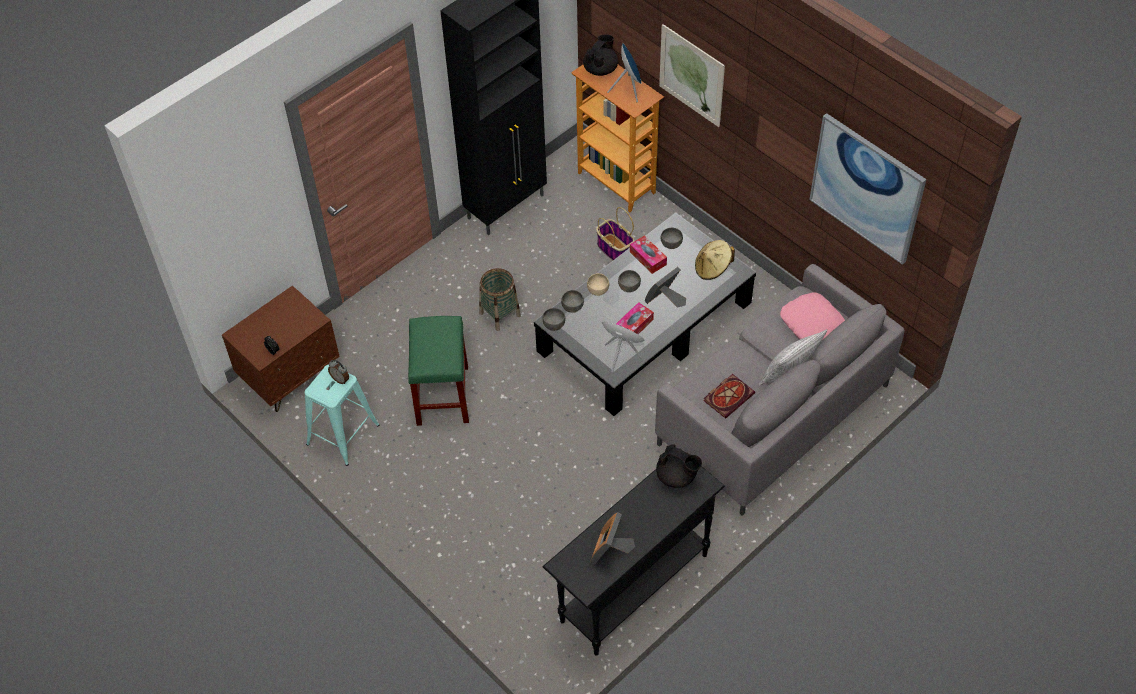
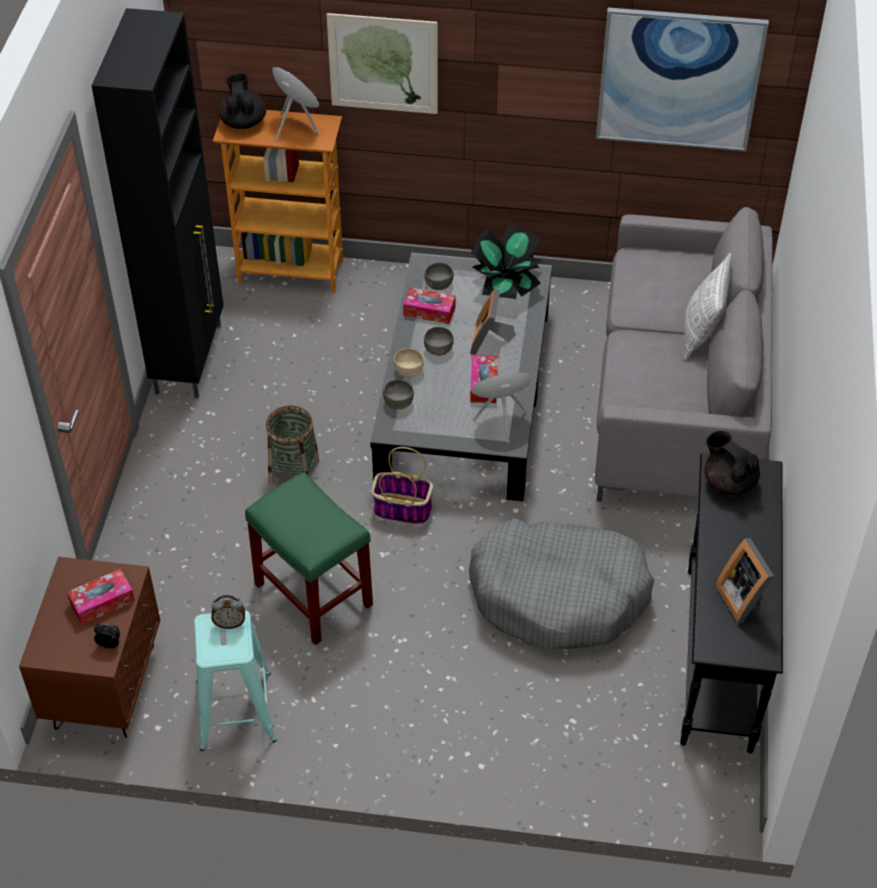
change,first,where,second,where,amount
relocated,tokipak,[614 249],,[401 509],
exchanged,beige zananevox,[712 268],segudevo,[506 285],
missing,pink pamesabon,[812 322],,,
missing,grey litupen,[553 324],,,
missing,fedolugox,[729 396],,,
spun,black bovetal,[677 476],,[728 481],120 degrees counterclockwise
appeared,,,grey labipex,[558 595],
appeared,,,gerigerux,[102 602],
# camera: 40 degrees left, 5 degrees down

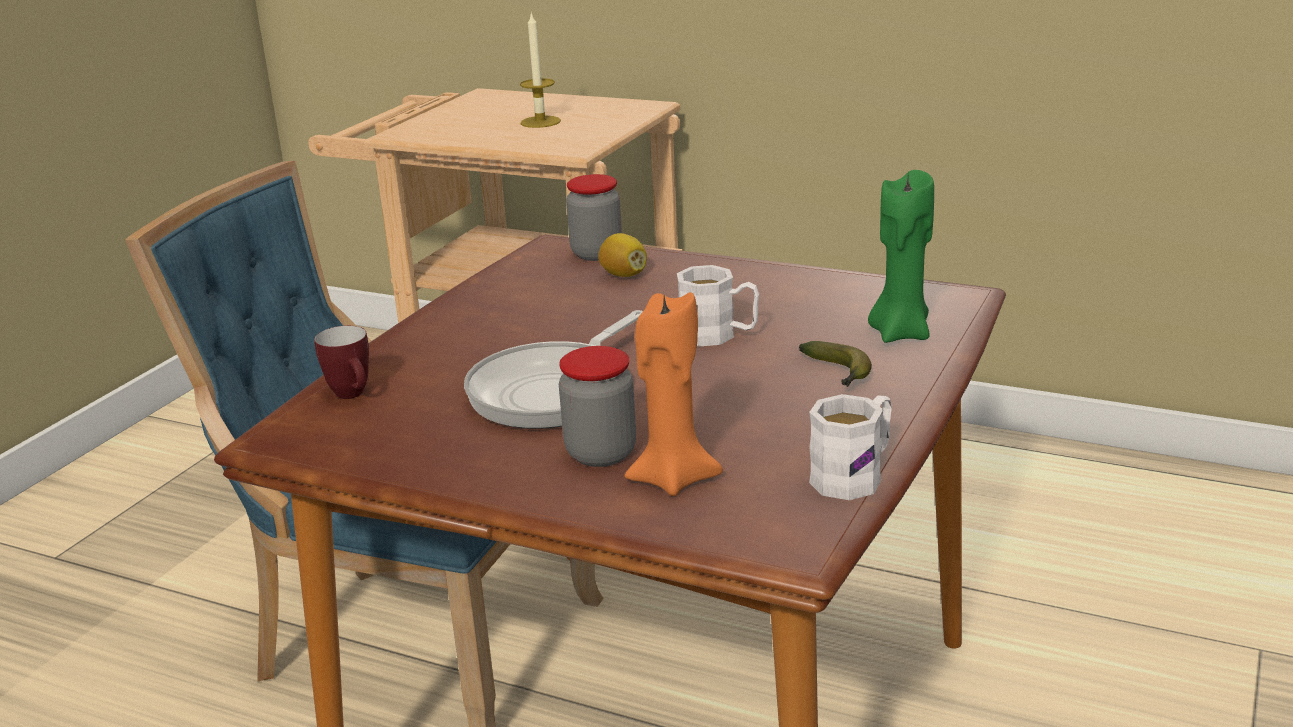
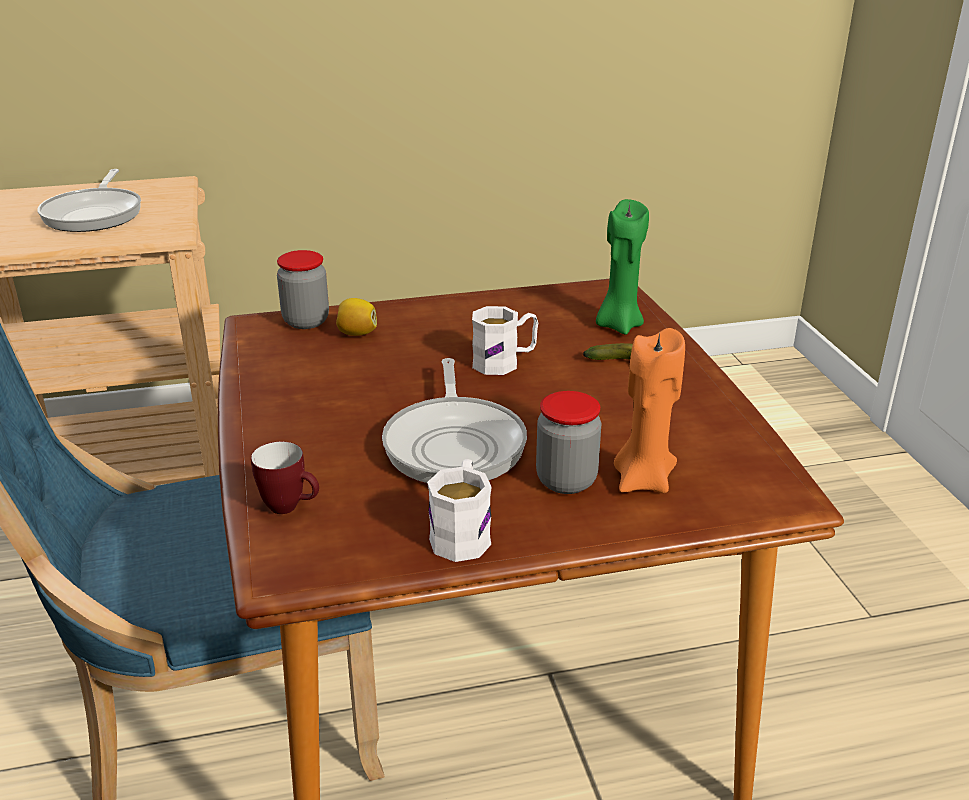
change,first,where,second,where,amount
exchanged,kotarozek,[540 122],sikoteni,[95 214],
relocated,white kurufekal,[855 475],,[462 533],
# camera: 40 degrees left, 5 degrees up

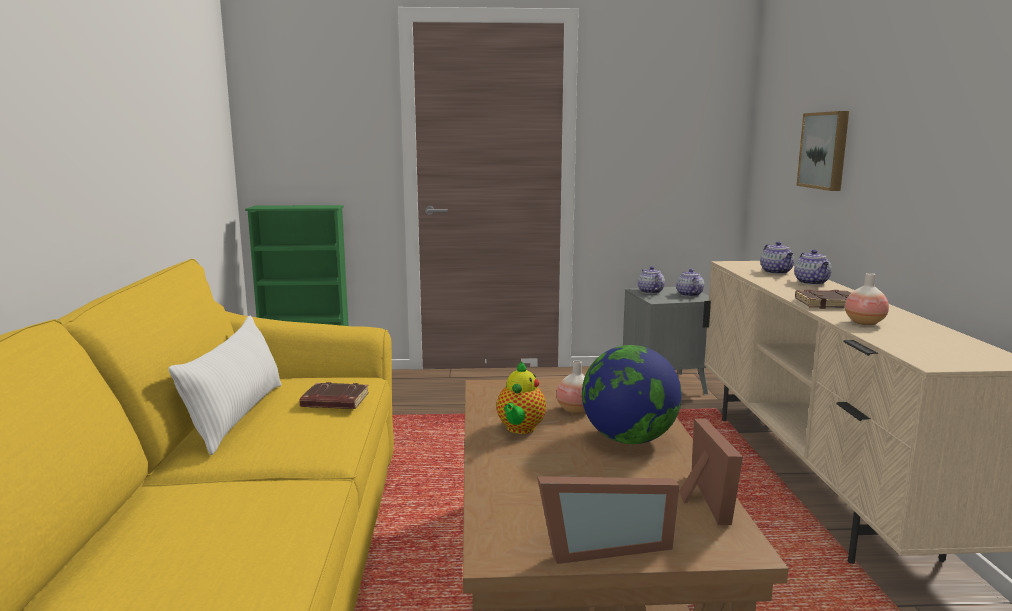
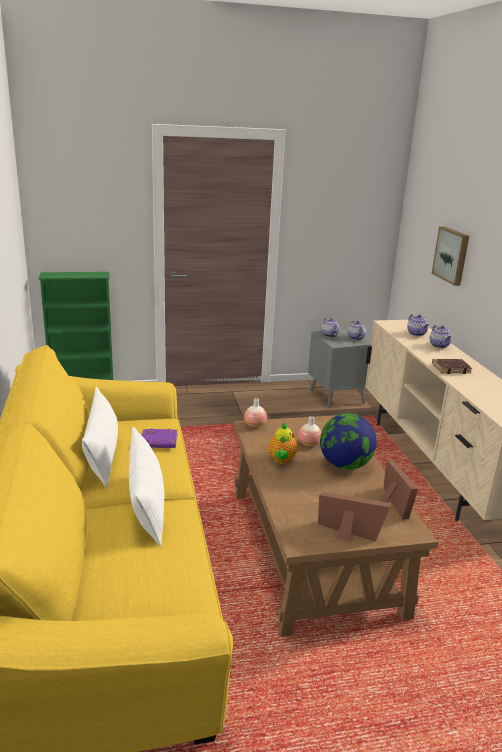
change,first,where,second,where,amount
relocated,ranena,[864 323],,[255 425],
colour,brown fedolugox,[334 402],purple fedolugox,[158 442],
spun,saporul,[602 546],,[348 535],135 degrees counterclockwise
appeared,,,white pamesabon,[147 506],
# camera: 10 degrees left, 10 degrees up

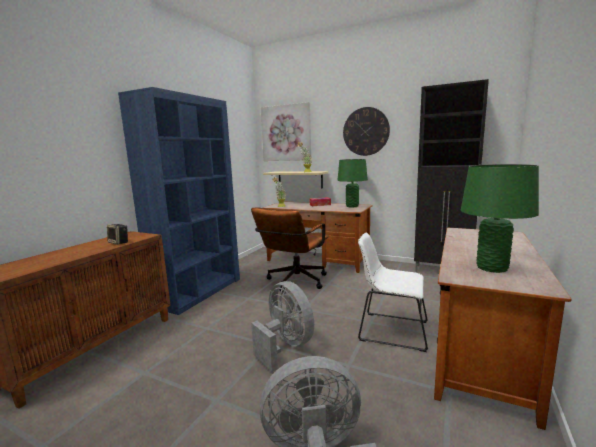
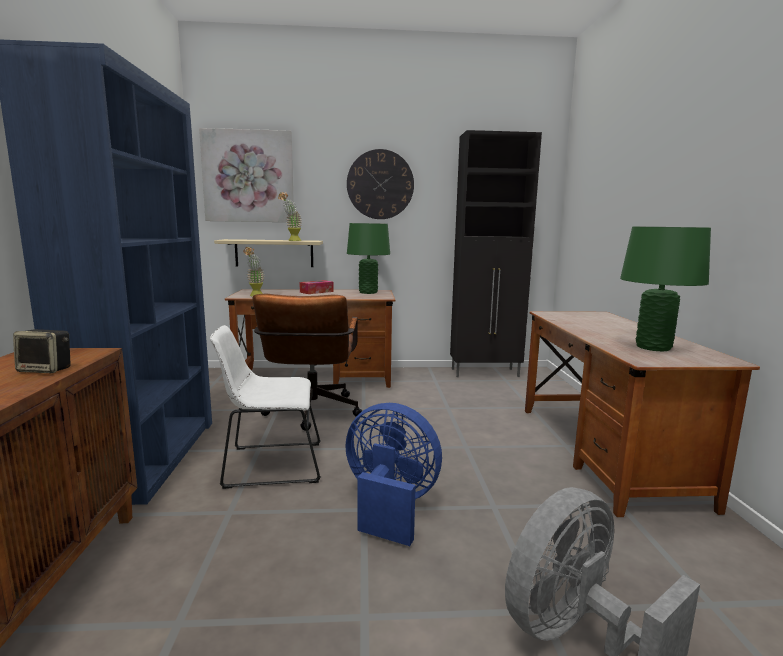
change,first,where,second,where,amount
relocated,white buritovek,[390 330],,[269 464],
colour,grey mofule,[285 346],blue mofule,[389 506],
# camera: 30 degrees left, 0 degrees up

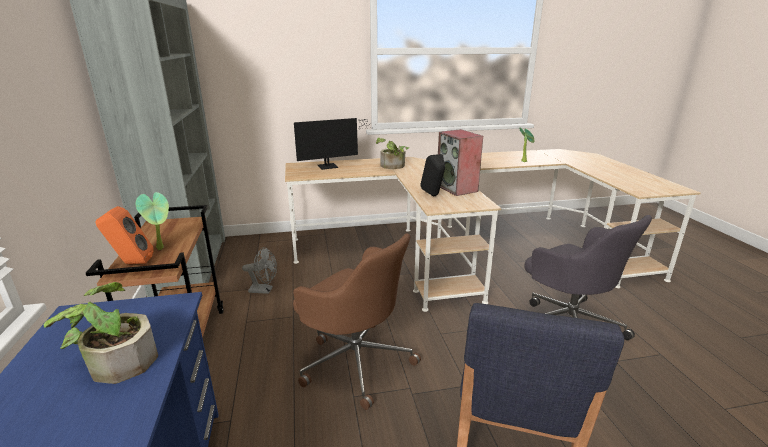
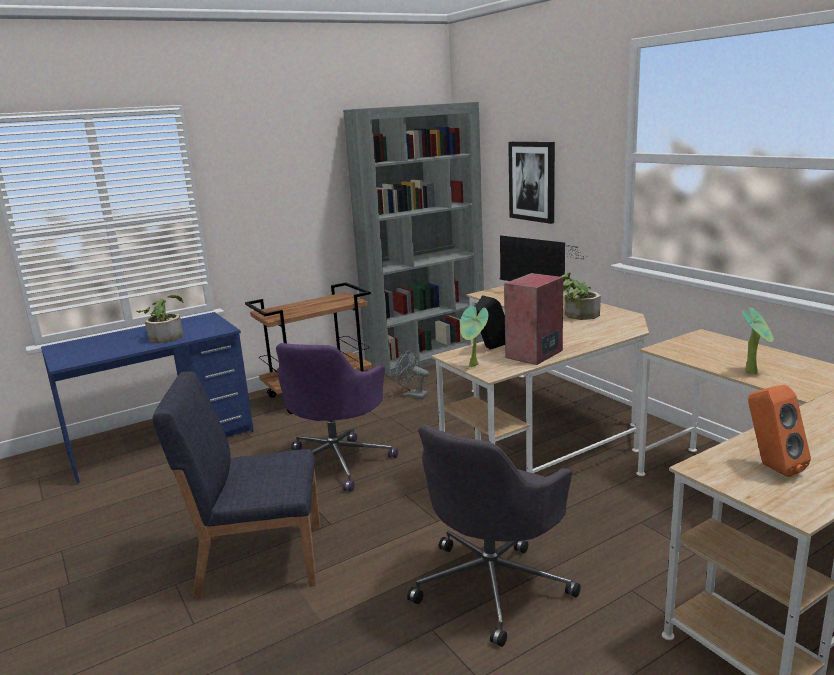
change,first,where,second,where,amount
relocated,segudevo,[162 248],,[474 366],
relocated,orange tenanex,[131 263],,[771 467],
colour,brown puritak,[356 360],purple puritak,[337 462],
spun,grey mofule,[264 290],,[412 395],135 degrees clockwise
appeared,,,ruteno,[532 181],
# camera: 70 degrees right, 5 degrees down

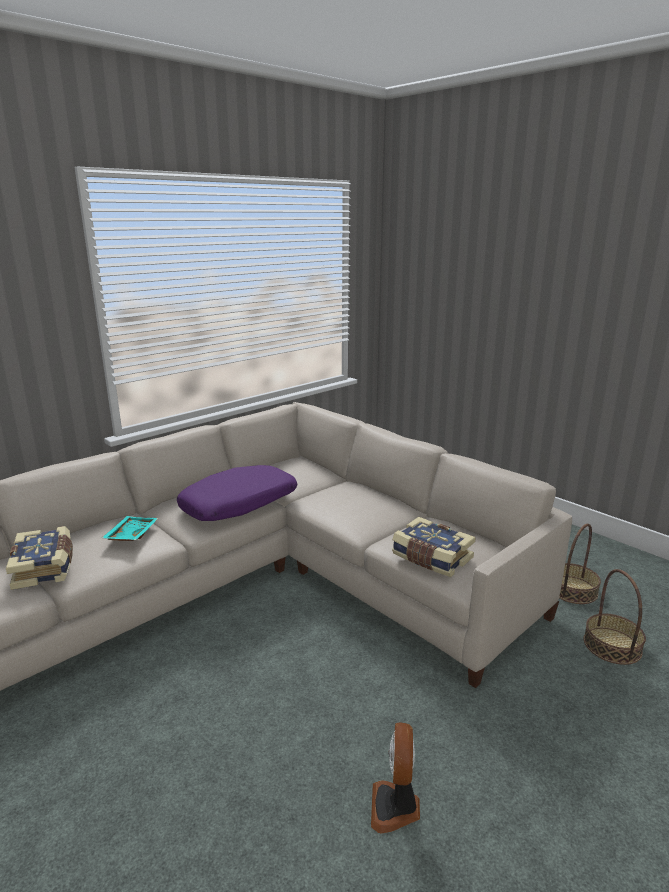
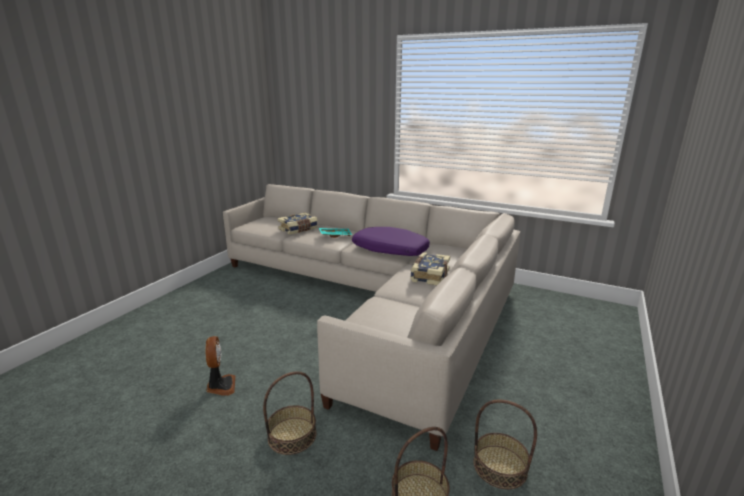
change,first,where,second,where,amount
relocated,fedolugox,[431 558],,[429 276],
spun,mofule,[395 807],,[221 386],90 degrees clockwise
appeared,,,tokipak,[292 435],
# camera: 70 degrees right, 0 degrees up

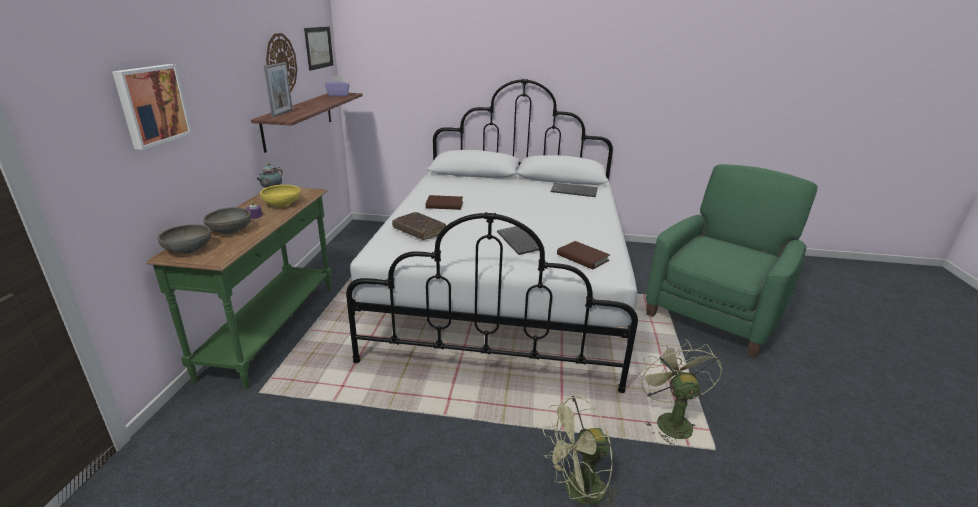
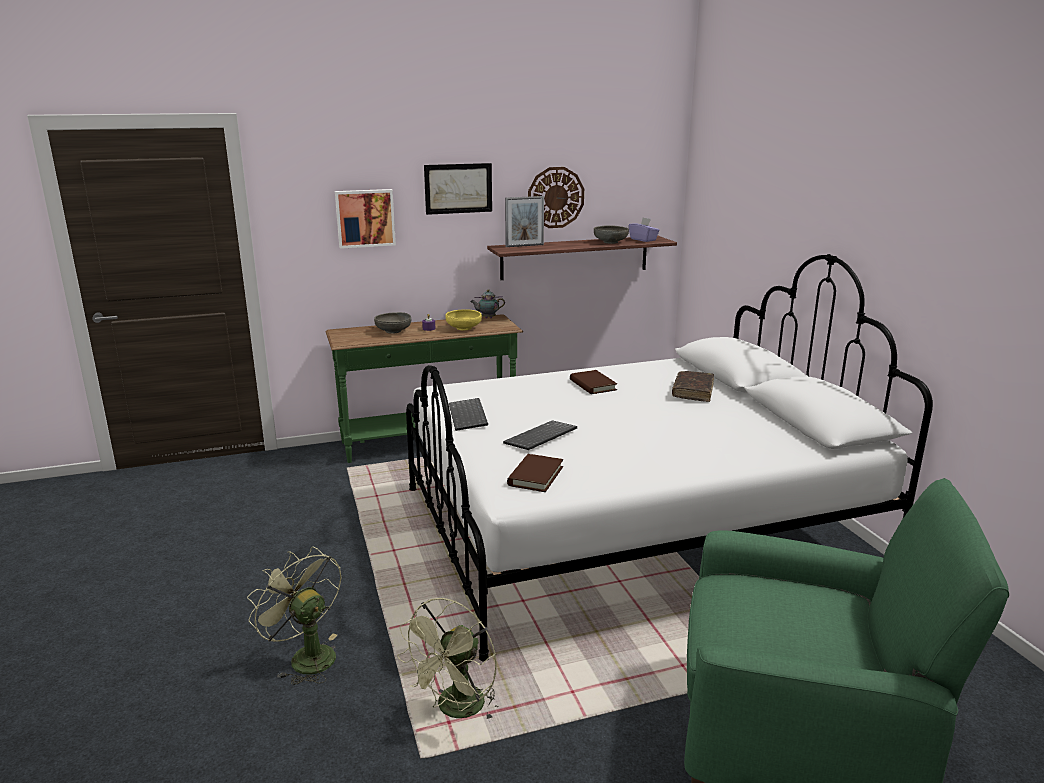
change,first,where,second,where,amount
relocated,ruteno,[318 47],,[458 188],
relocated,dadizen,[574 191],,[469 416],
relocated,brown fedolugox,[419 231],,[693 392],
relocated,grey litupen,[188 249],,[610 242],
spun,green mofule,[669 420],,[456 710],150 degrees clockwise
# camera: 65 degrees right, 5 degrees down

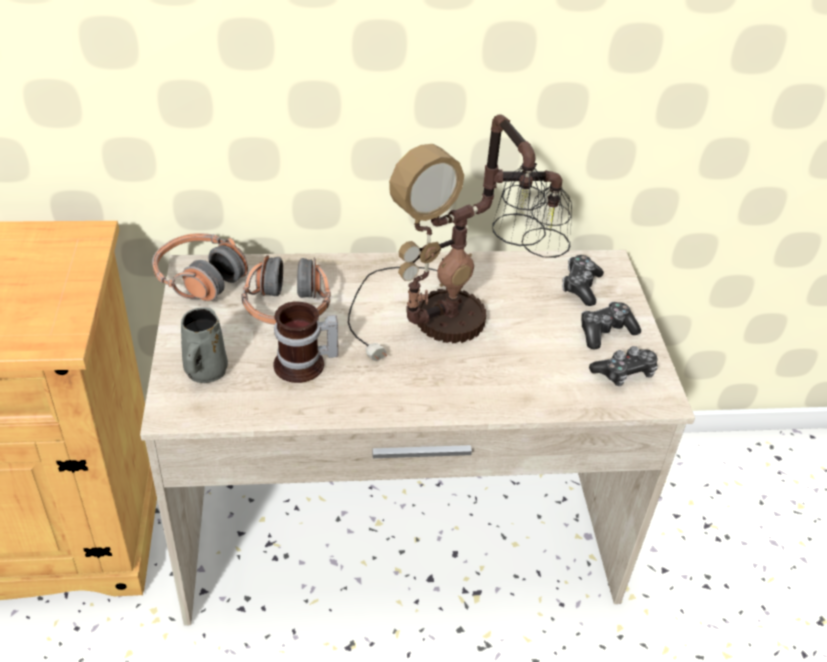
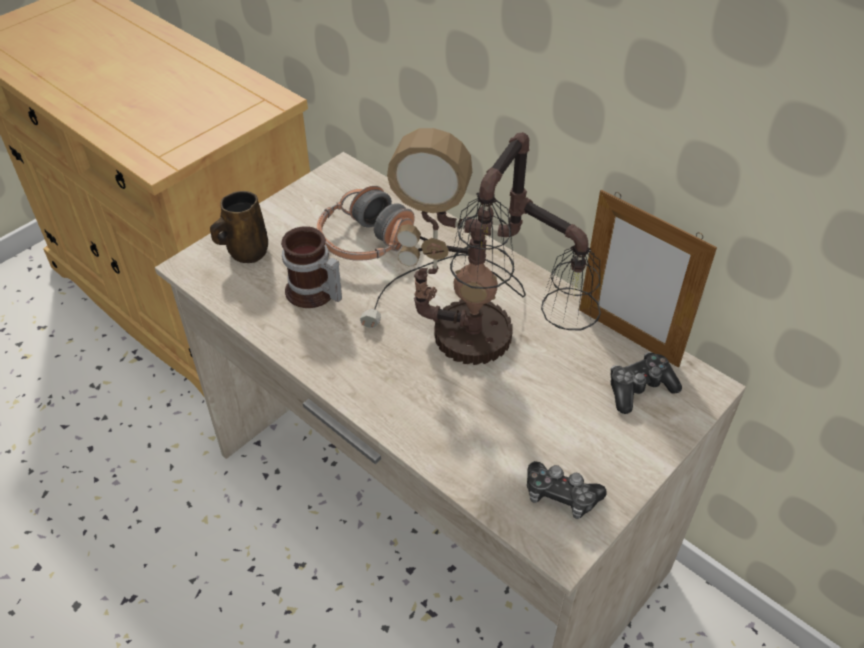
change,first,where,second,where,amount
missing,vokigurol,[200 278],,,
missing,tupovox,[605 332],,,
colour,grey kurufekal,[205 372],brown kurufekal,[246 252],
appeared,,,saporul,[628 337],
# camera: 50 degrees right, 5 degrees up

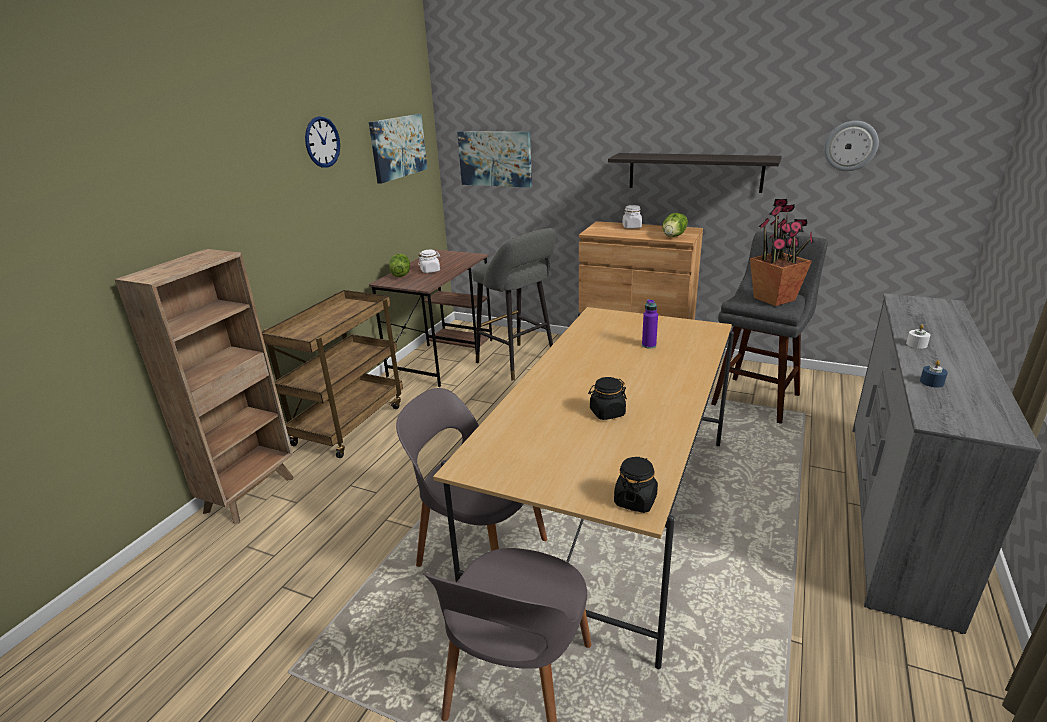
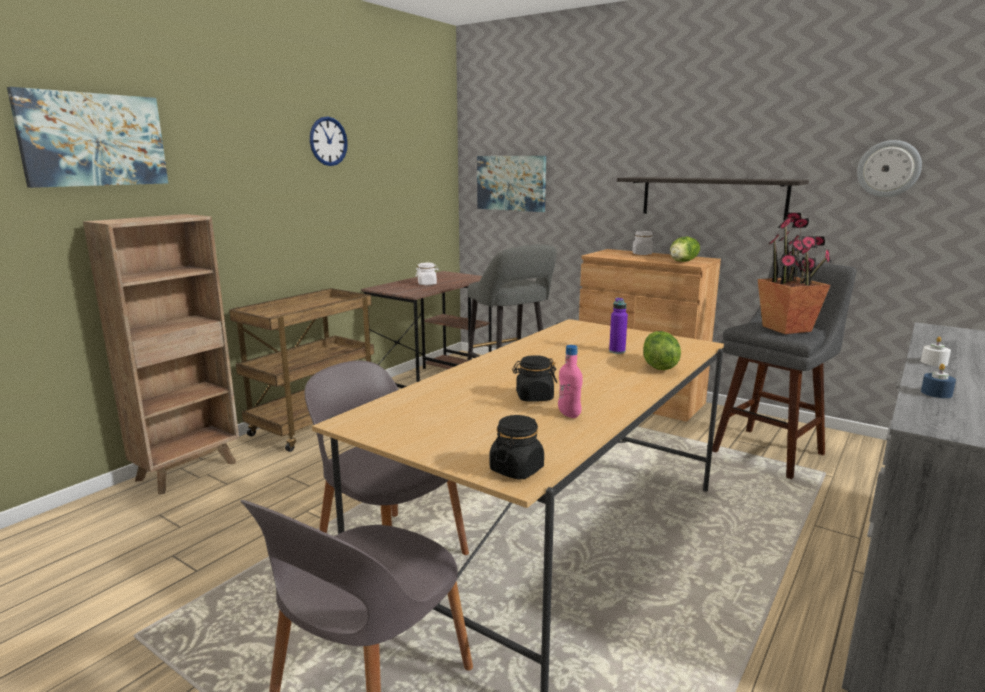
change,first,where,second,where,amount
relocated,ruteno,[398 147],,[93 140],
relocated,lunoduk,[400 274],,[658 366],
appeared,,,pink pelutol,[569 414],
# camera: 10 degrees right, 10 degrees down

